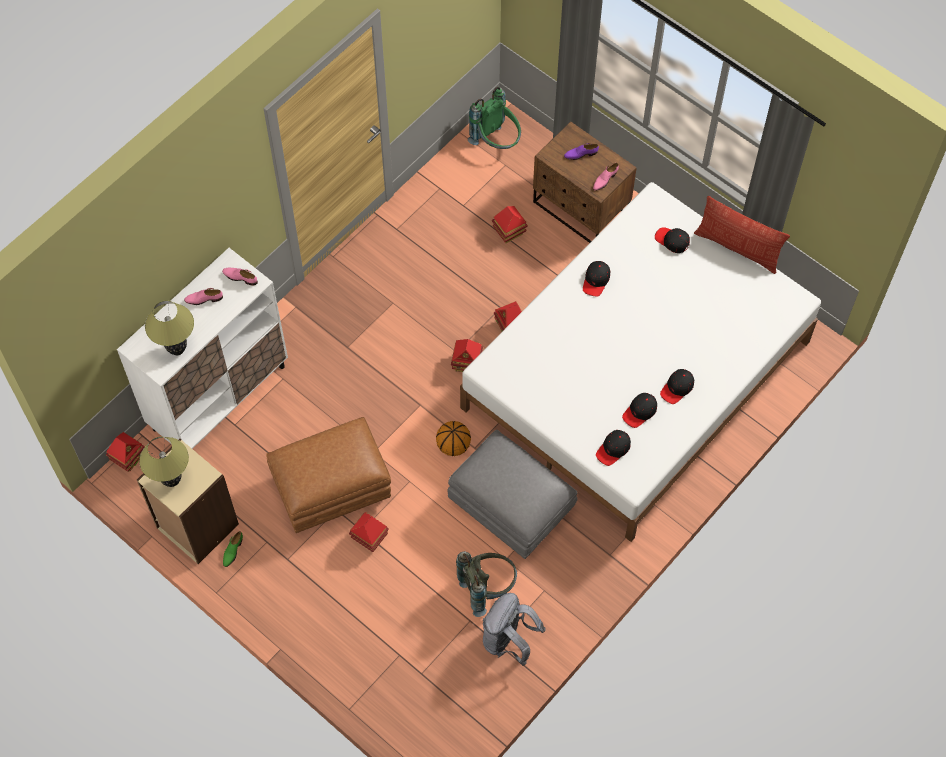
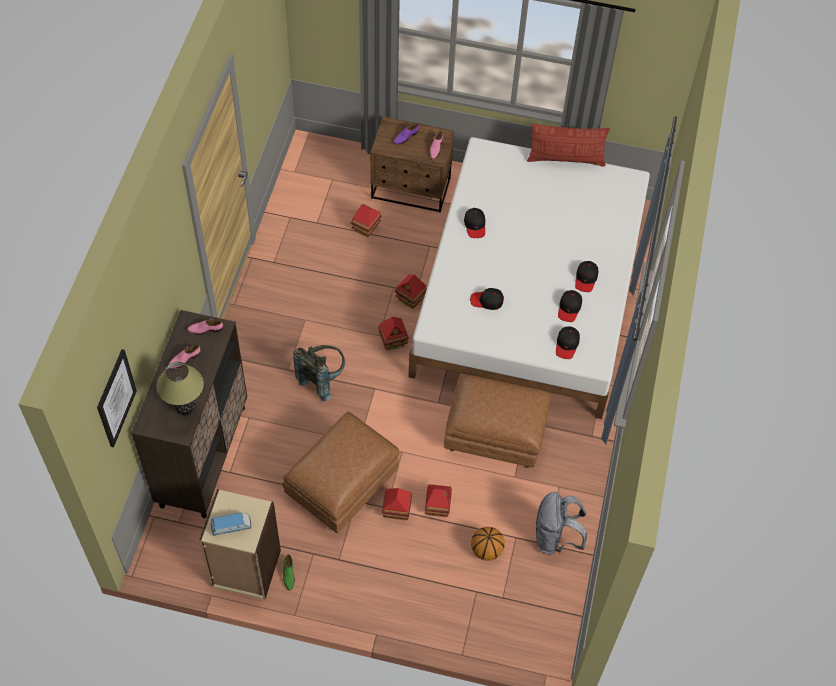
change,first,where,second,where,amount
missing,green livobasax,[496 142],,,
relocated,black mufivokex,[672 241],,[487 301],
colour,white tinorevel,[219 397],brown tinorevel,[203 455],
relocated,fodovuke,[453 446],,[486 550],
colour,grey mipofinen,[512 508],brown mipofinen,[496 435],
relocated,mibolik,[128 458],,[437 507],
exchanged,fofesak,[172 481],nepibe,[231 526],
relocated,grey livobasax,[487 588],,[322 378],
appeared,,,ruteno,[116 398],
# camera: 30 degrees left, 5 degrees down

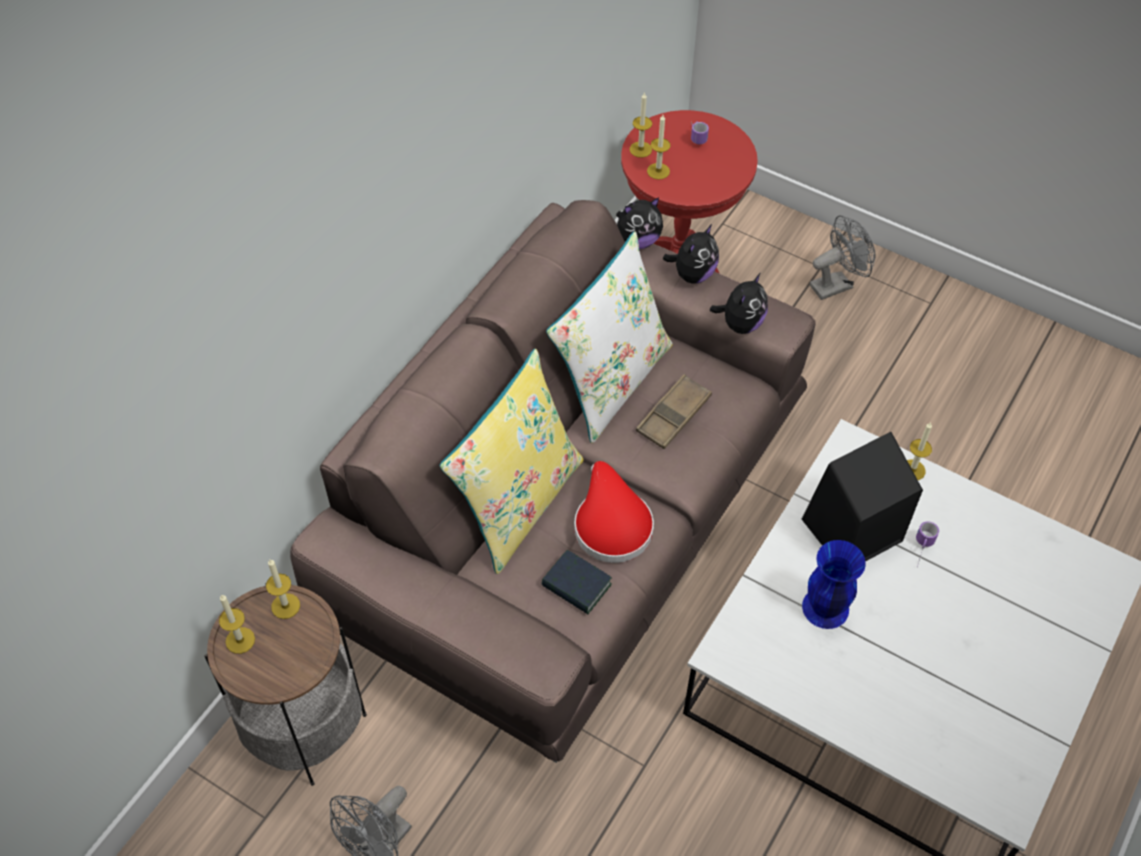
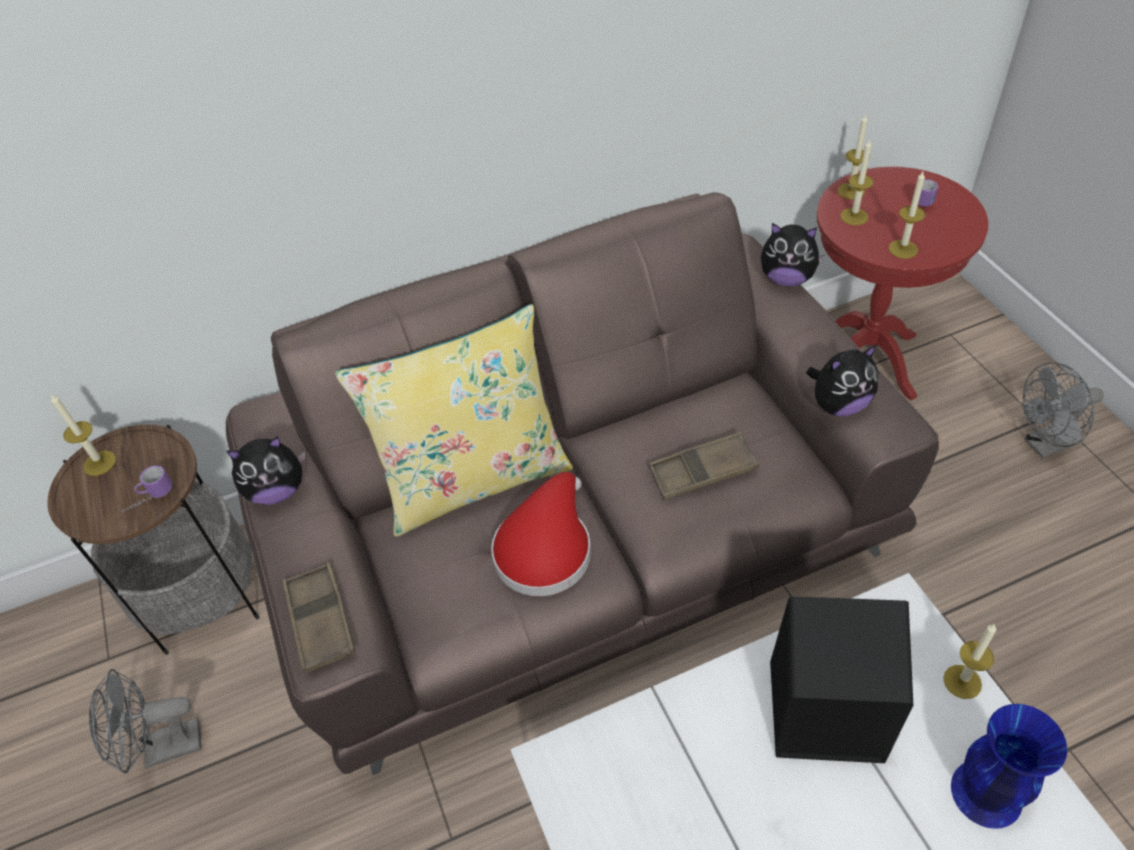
change,first,where,second,where,amount
spun,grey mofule,[836 284],,[1045 445],150 degrees clockwise
relocated,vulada,[692 274],,[277 490],
missing,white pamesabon,[611 381],,,
relocated,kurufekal,[921 551],,[149 499],
relocated,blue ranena,[824 607],,[985 792],
missing,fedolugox,[576 586],,,
relocated,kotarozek,[285 606],,[903 249],
appeared,,,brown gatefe,[320 621],
# camera: 40 degrees right, 5 degrees down

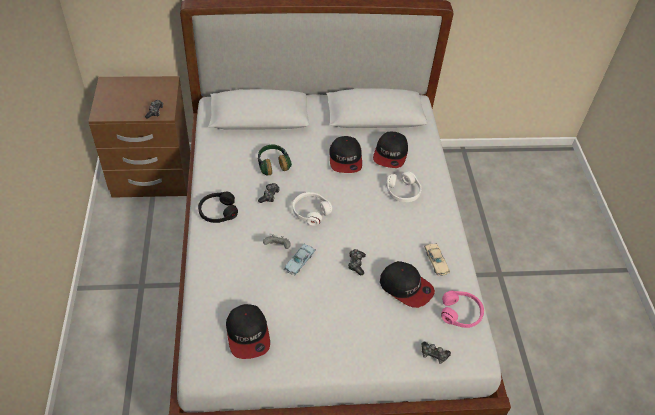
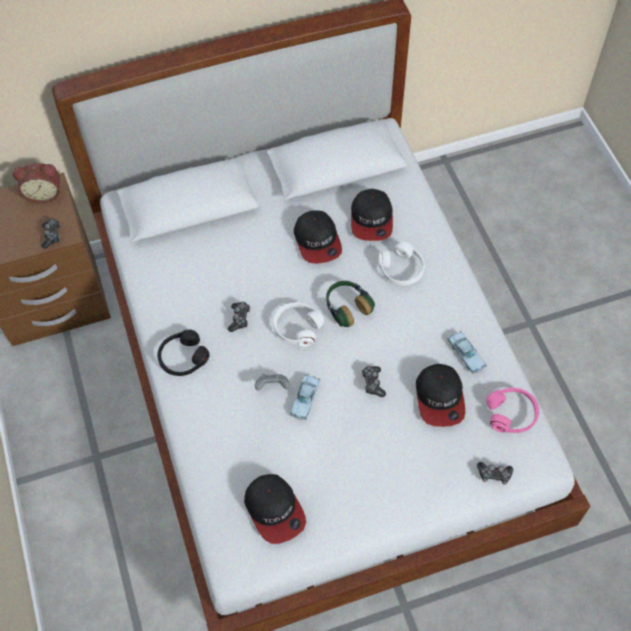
change,first,where,second,where,amount
relocated,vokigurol,[273 164],,[347 307],
colour,beige nepibe,[436 261],blue nepibe,[465 354],
spun,mufivokex,[406 287],,[440 398],60 degrees clockwise
appeared,,,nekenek,[44 193],
# camera: 10 degrees left, 10 degrees up

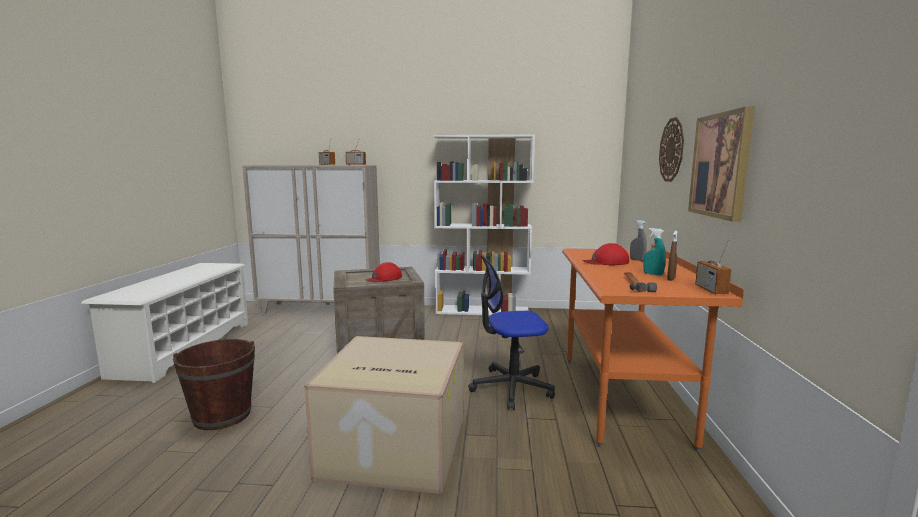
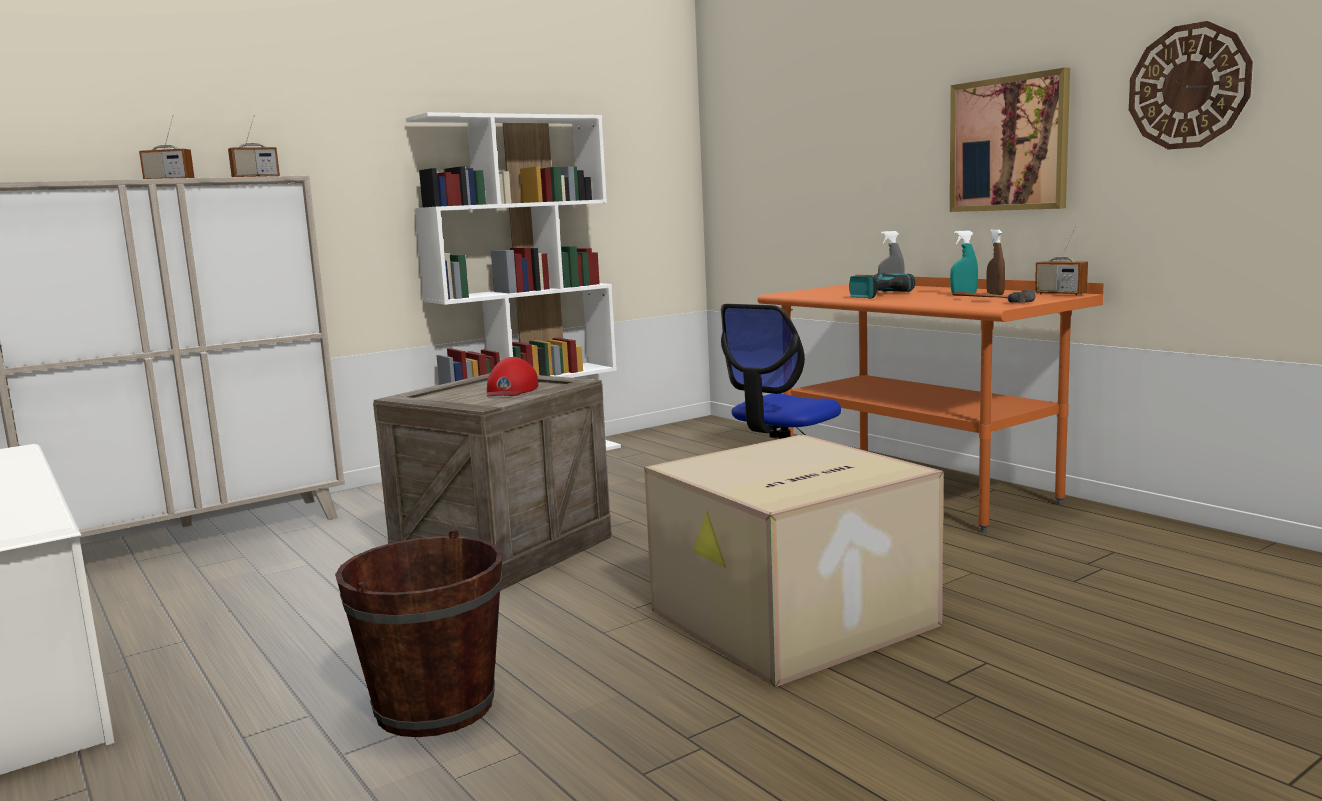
change,first,where,second,where,amount
relocated,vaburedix,[672 150],,[1188 86],
exchanged,red mufivokex,[606 262],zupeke,[873 295],
# camera: 40 degrees left, 0 degrees up

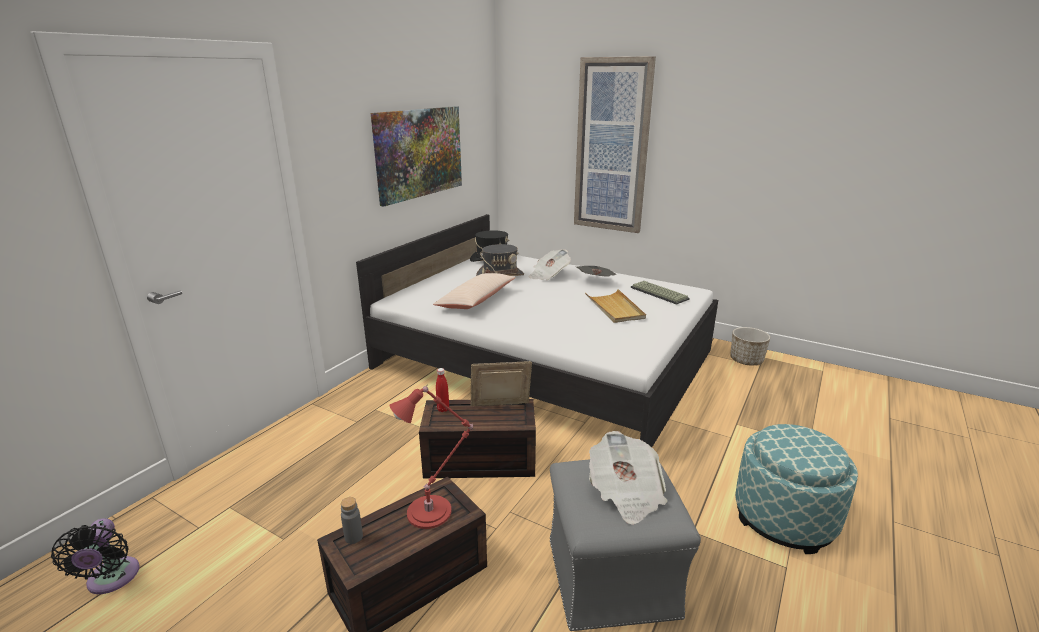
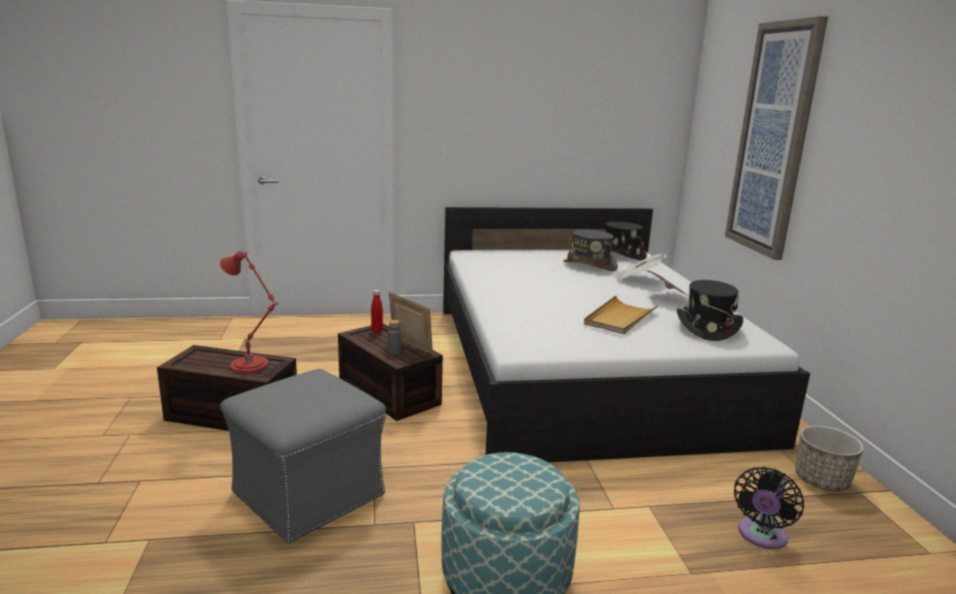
change,first,where,second,where,amount
missing,ruteno,[419 153],,,
missing,beige pamesabon,[476 300],,,
exchanged,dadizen,[658 293],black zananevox,[707 327],
missing,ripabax,[625 493],,,
relocated,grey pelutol,[353 537],,[394 352],
relocated,black mofule,[111 580],,[761 536],
# camera: 50 degrees right, 5 degrees down

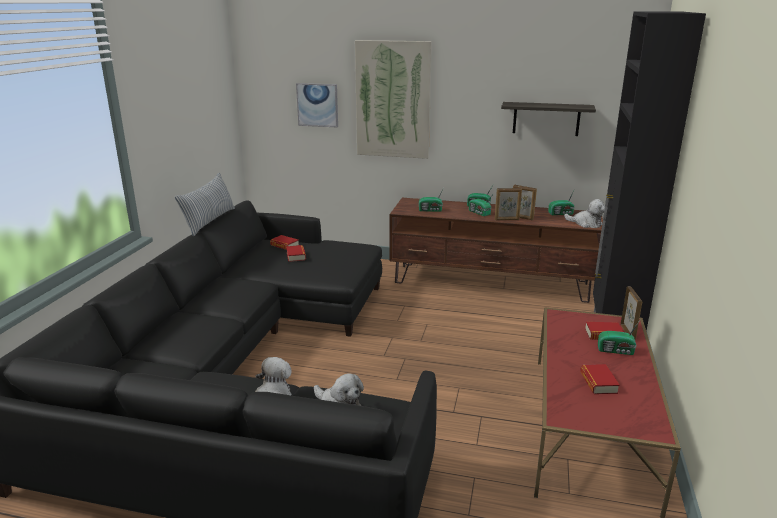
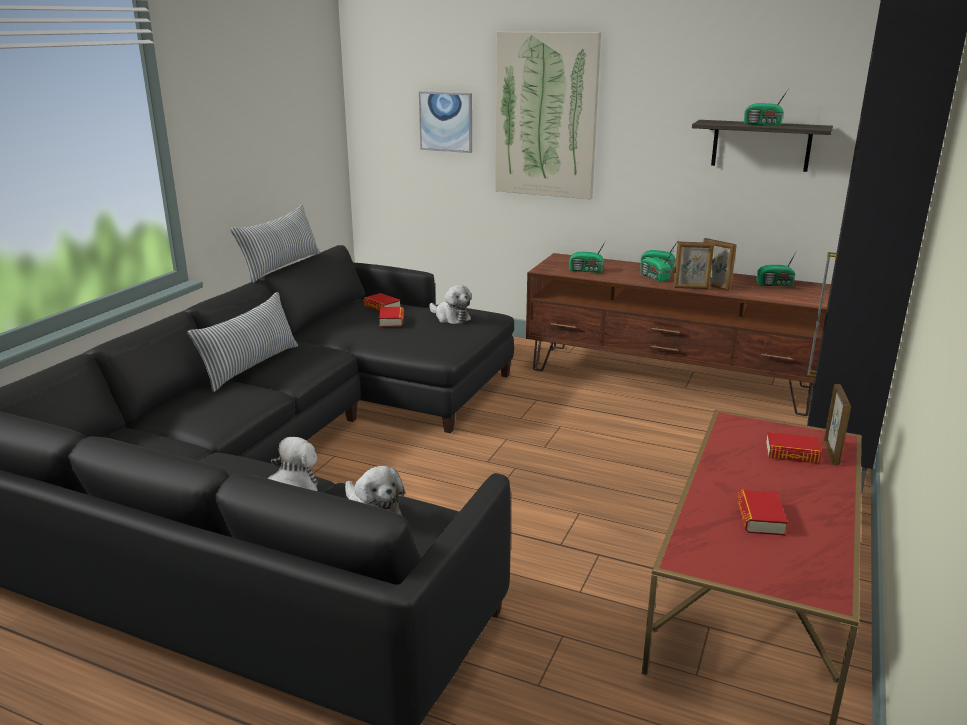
change,first,where,second,where,amount
relocated,vulada,[586 223],,[450 317],
relocated,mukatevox,[616 351],,[763 124],
appeared,,,pamesabon,[250 366],
# camera: 10 degrees right, 0 degrees up

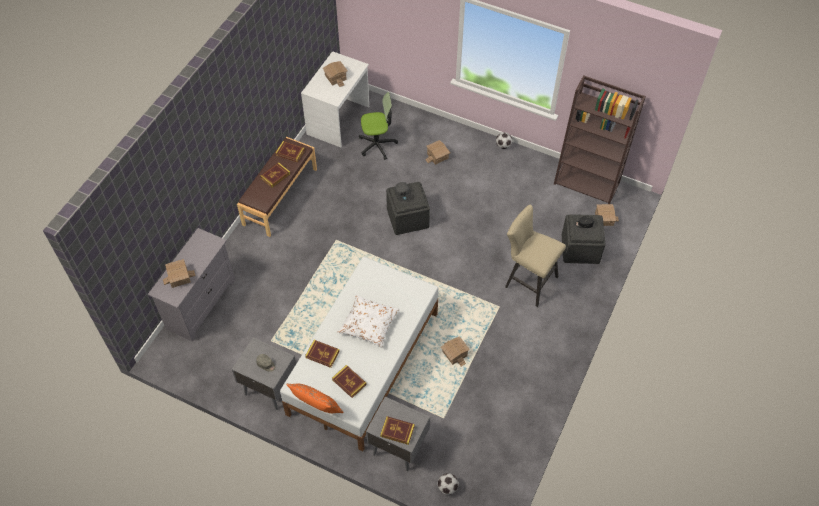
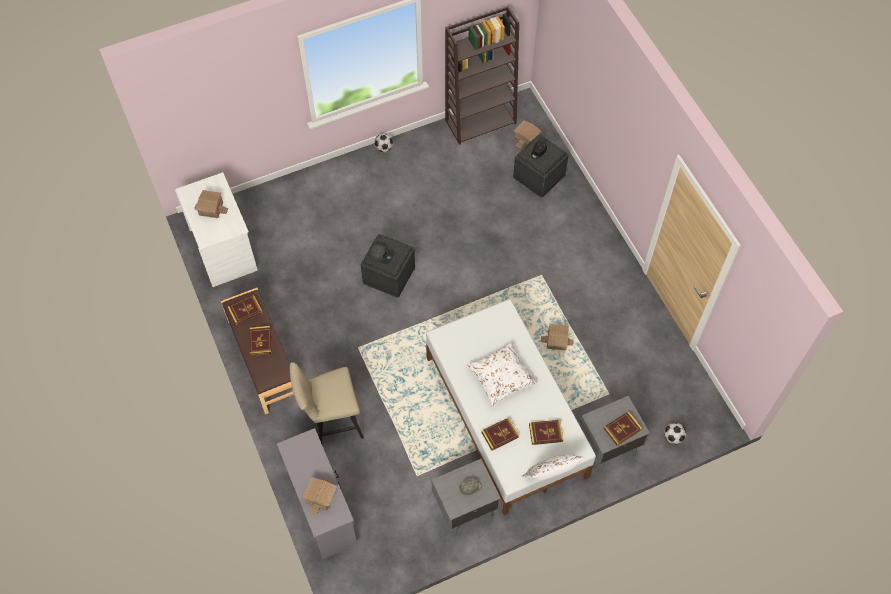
change,first,where,second,where,amount
missing,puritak,[377 145],,,
missing,mibolik,[438 156],,,
relocated,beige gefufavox,[527 281],,[331 422],
colour,orange pamesabon,[317 408],white pamesabon,[550 476],
# camera: 50 degrees left, 5 degrees up

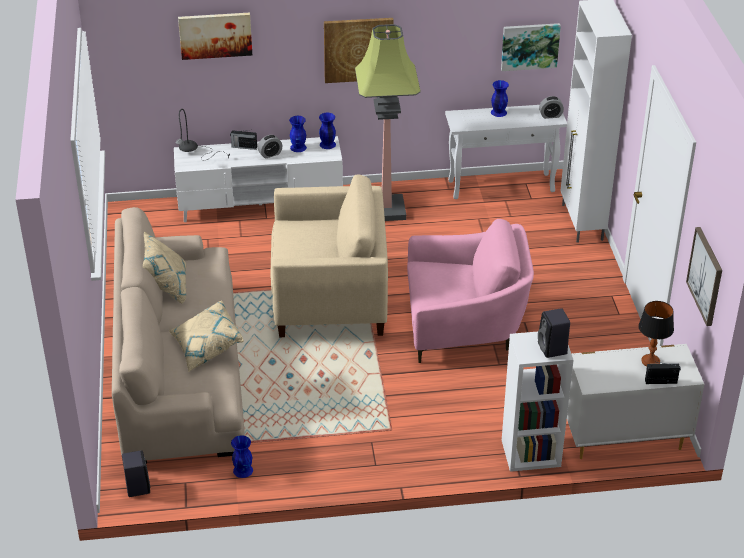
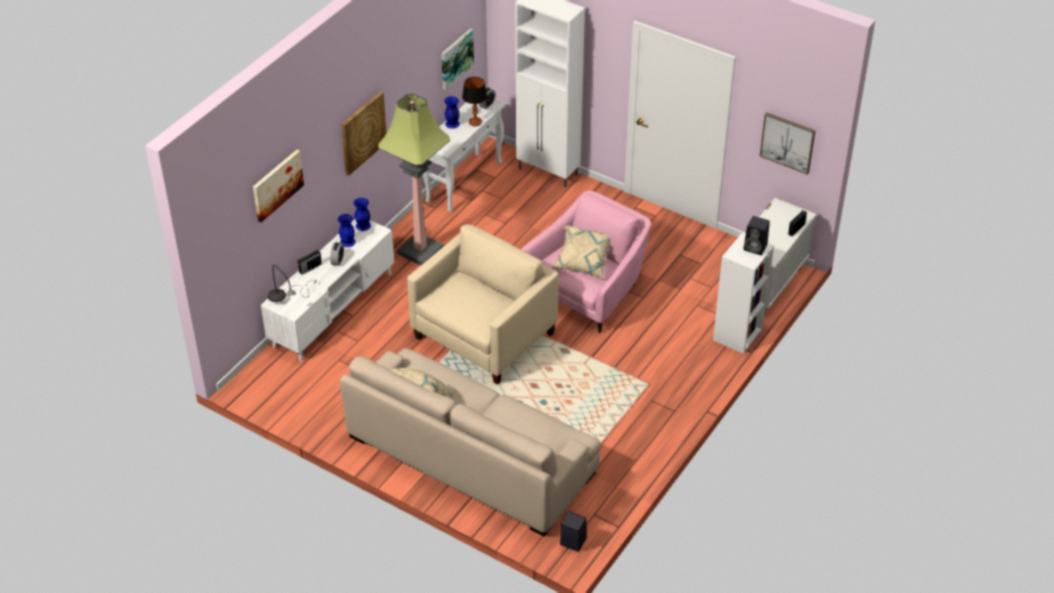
change,first,where,second,where,amount
relocated,beige pamesabon,[206 347],,[583 261],
relocated,fofesak,[650 361],,[475 122],
missing,blue ranena,[243 470],,,
# camera: 50 degrees left, 5 degrees up

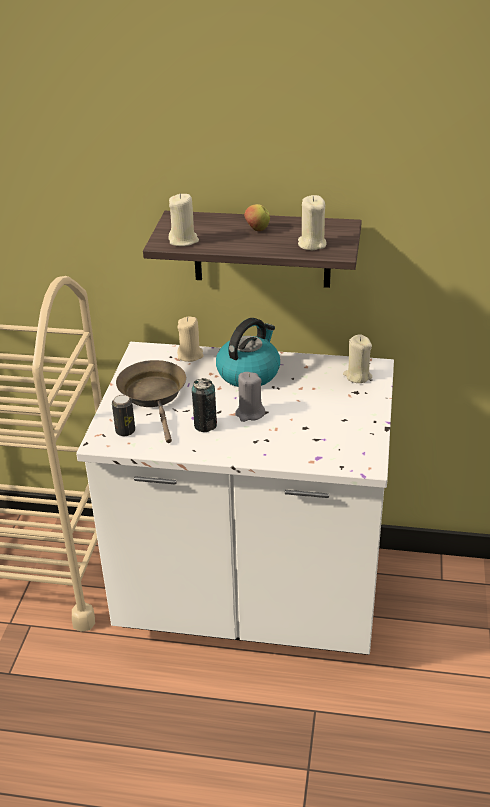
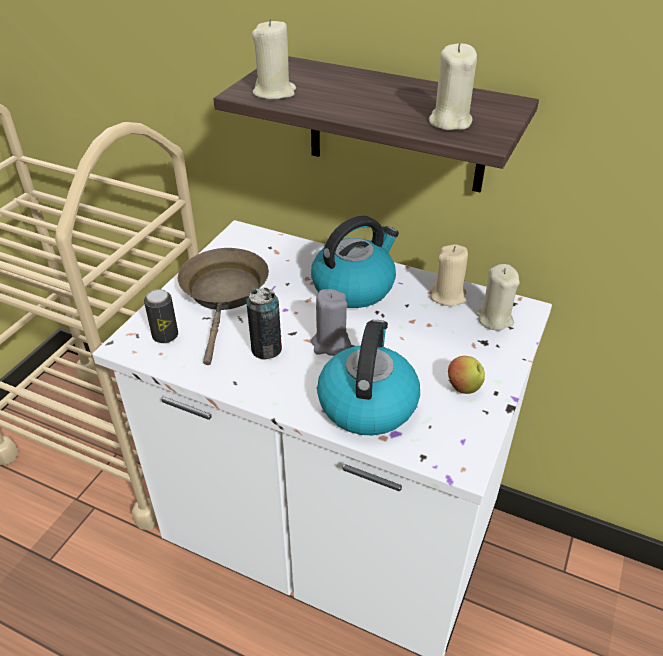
change,first,where,second,where,amount
relocated,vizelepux,[257 230],,[463 388],
relocated,beige kotarozek,[190 355],,[448 296],
appeared,,,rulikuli,[367 403],
# camera: 15 degrees right, 5 degrees up

